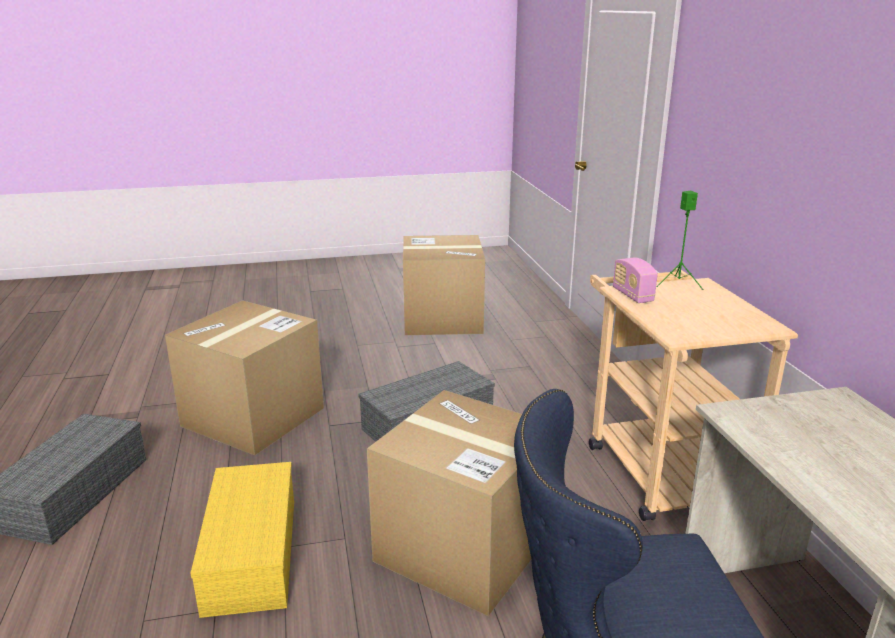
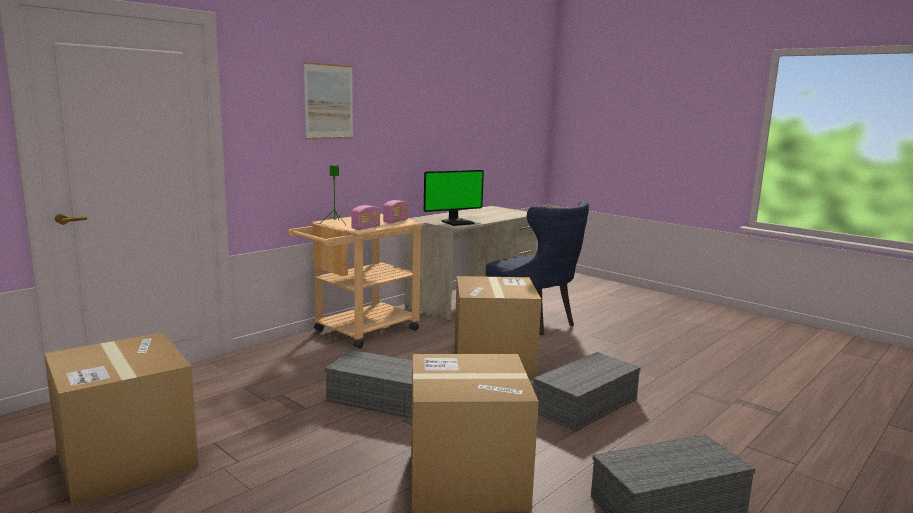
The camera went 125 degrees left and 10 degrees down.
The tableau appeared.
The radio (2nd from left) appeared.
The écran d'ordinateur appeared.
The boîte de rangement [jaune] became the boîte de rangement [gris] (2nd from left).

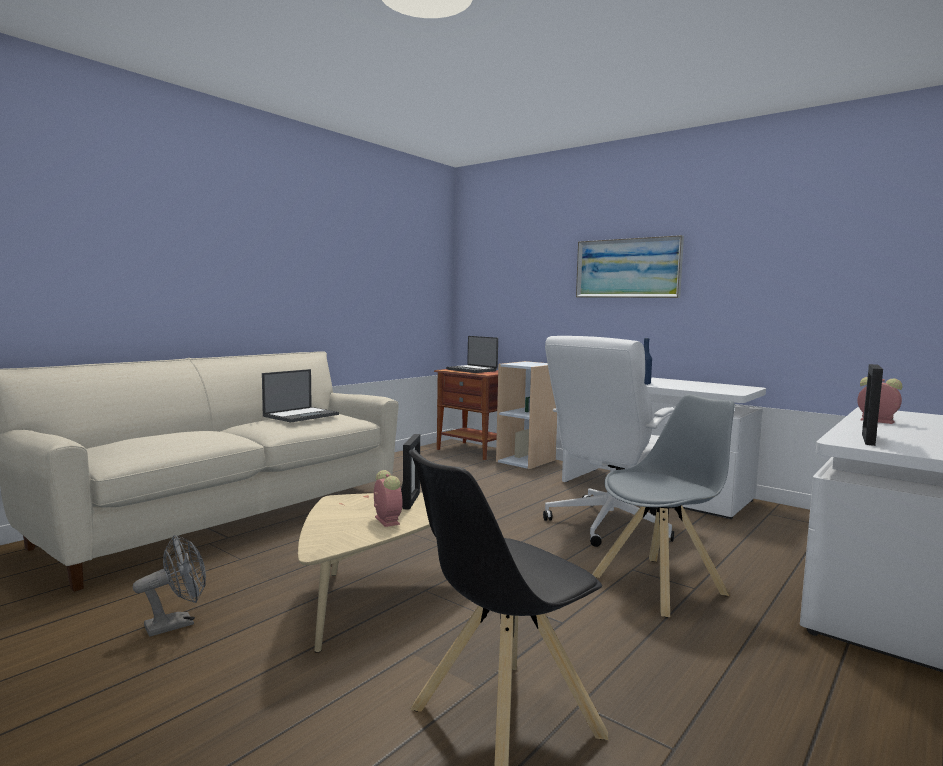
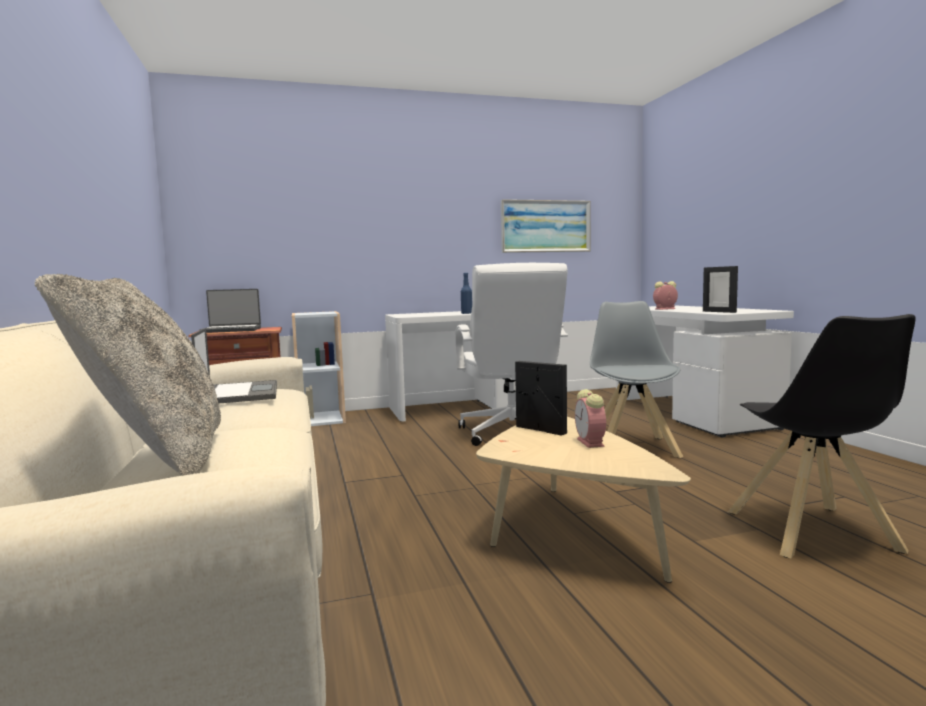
The camera went 55 degrees left and 0 degrees up.
The coussin [beige] appeared.
The tableau moved.
The réveil (1st from left) turned 105 degrees counterclockwise.
The ventilateur [gris] disappeared.

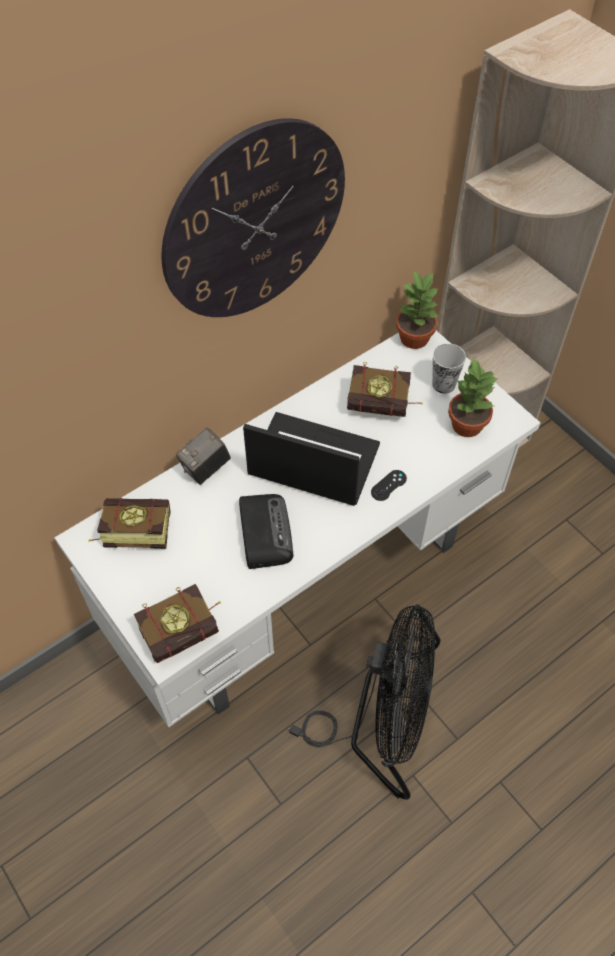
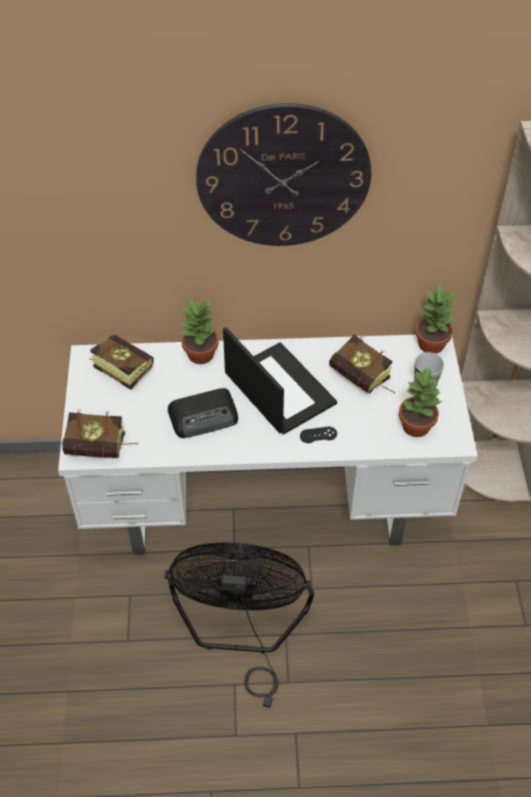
The camera went 35 degrees right and 5 degrees down.
The ventilateur [noir] turned 135 degrees counterclockwise.
The radio turned 45 degrees clockwise.
The appareil photo was replaced by the plante en pot (1st from left).

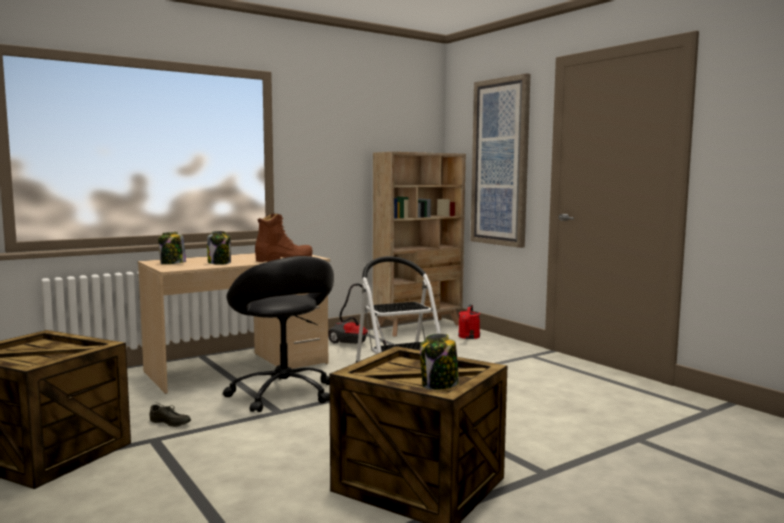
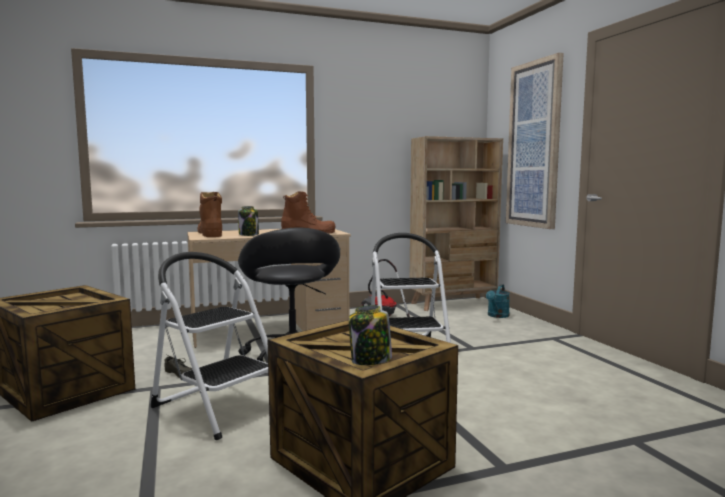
The camera went 15 degrees right and 0 degrees up.
The escabeau (1st from left) appeared.
The bocal (1st from left) was replaced by the botte [marron] (1st from left).
The arrosoir [rouge] became the arrosoir [turquoise].

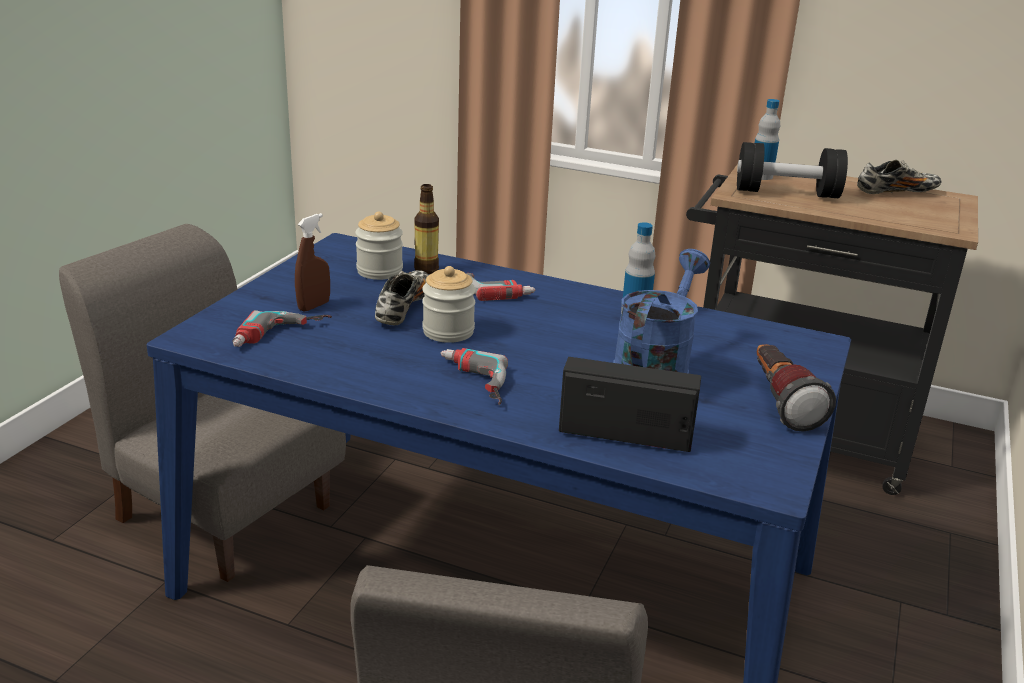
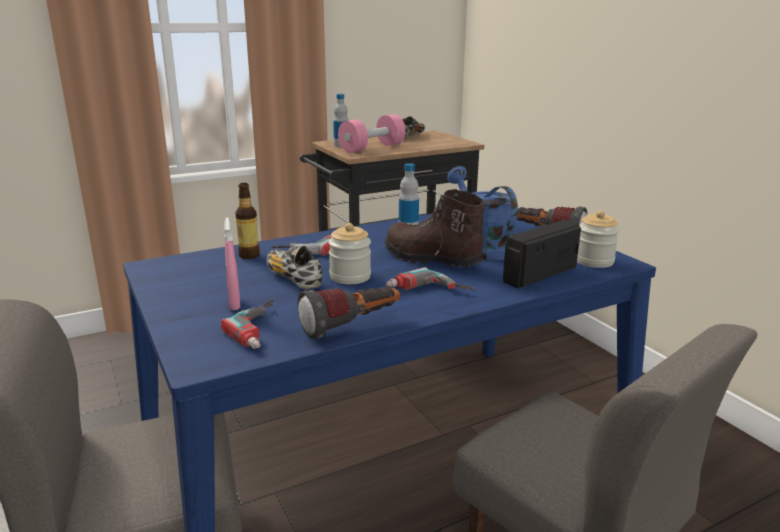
The camera went 50 degrees left and 5 degrees down.
The vaporisateur [marron] became the vaporisateur [rose].
The lampe de poche (1st from left) appeared.
The haltère [noir] became the haltère [rose].
The botte [marron] appeared.
The bocal (1st from left in the first image) moved.

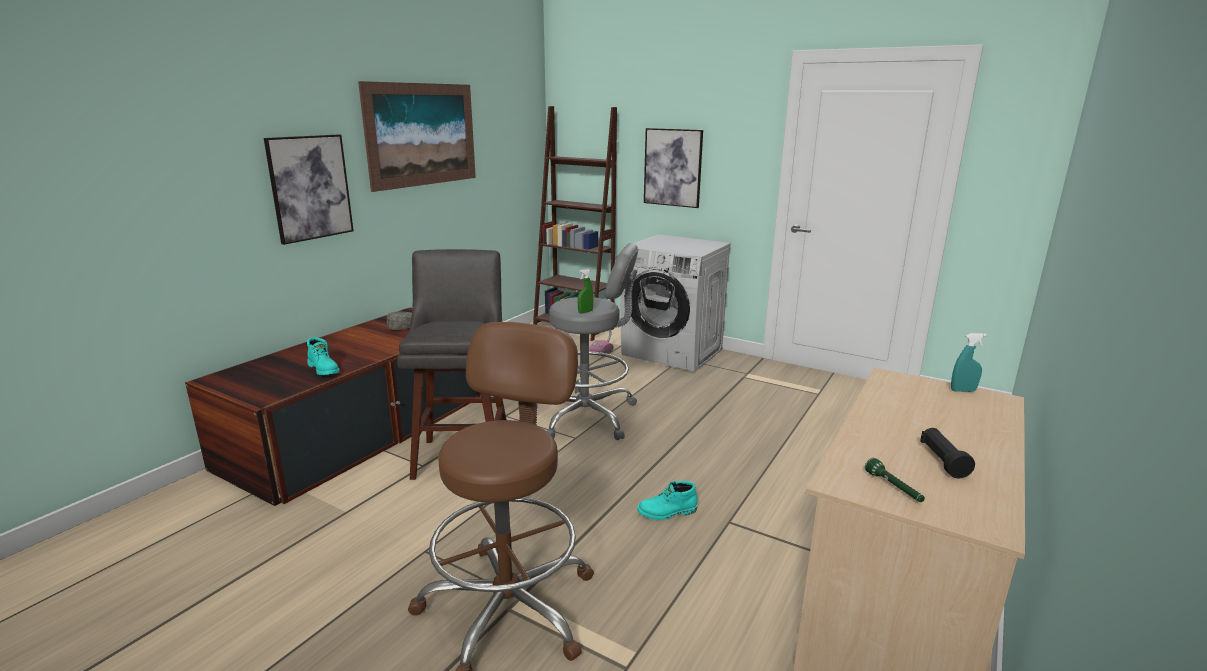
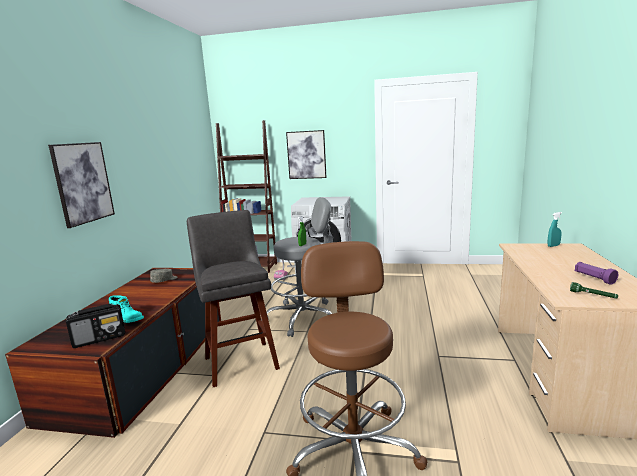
The camera went 20 degrees left and 5 degrees down.
The radio appeared.
The lampe de poche [noir] became the lampe de poche [violet].
The tableau (2nd from left) disappeared.
The botte [turquoise] (2nd from left) disappeared.

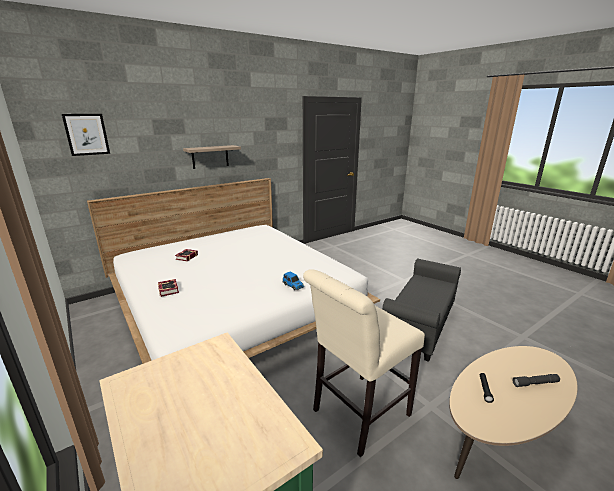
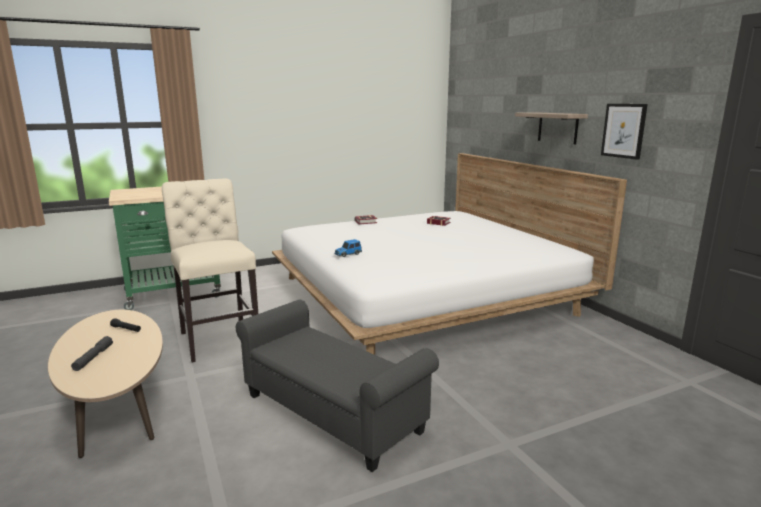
The camera went 100 degrees right and 5 degrees down.
The tableau moved.

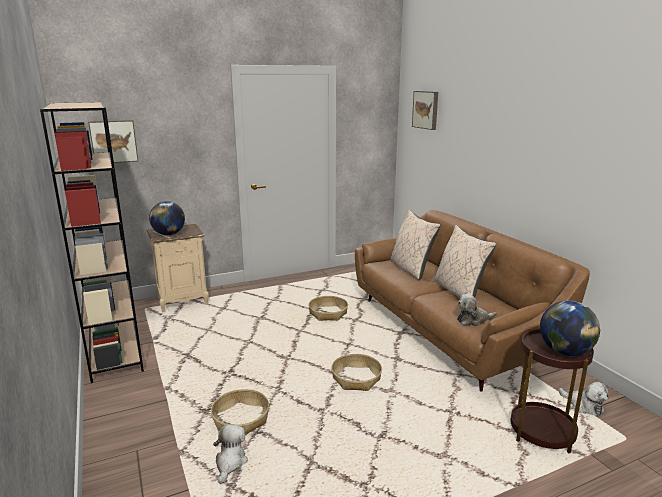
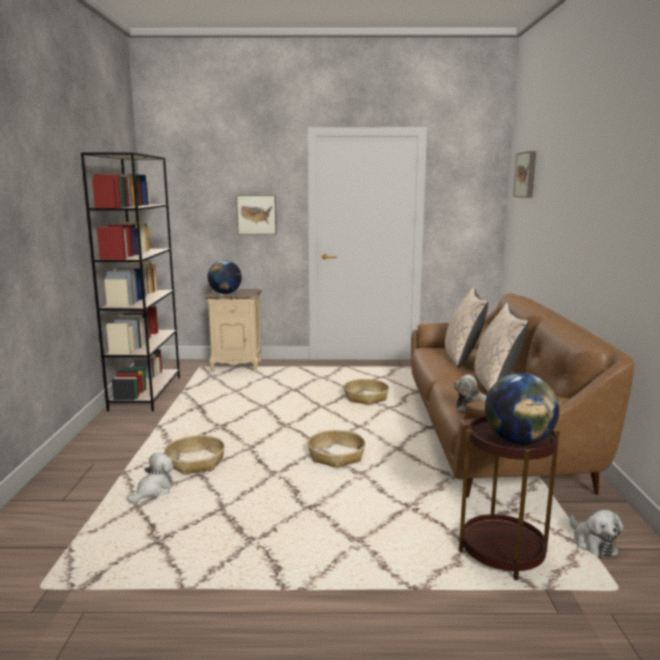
The camera went 25 degrees right and 5 degrees down.
The tableau (1st from left) moved.

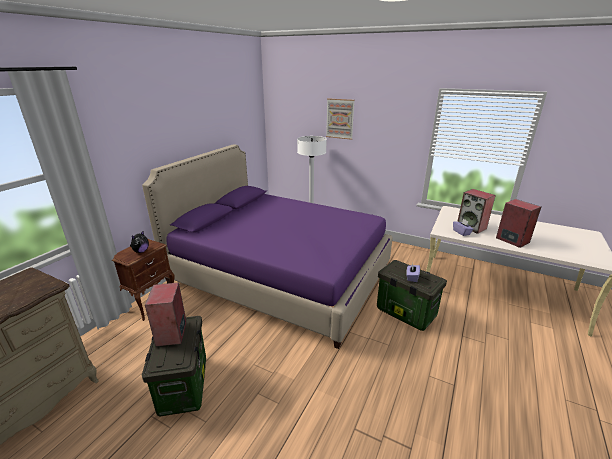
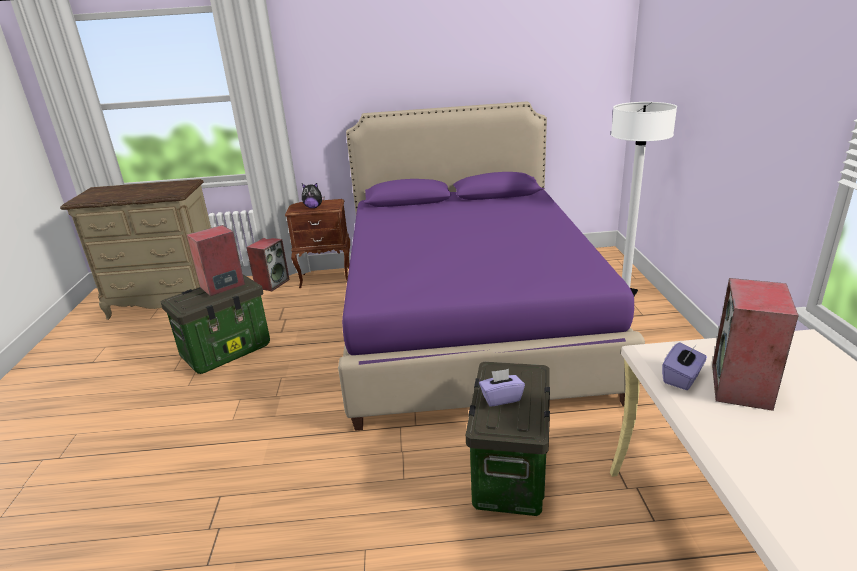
The camera went 60 degrees right and 0 degrees up.
The enceinte (3rd from left in the first image) moved.
The tableau disappeared.

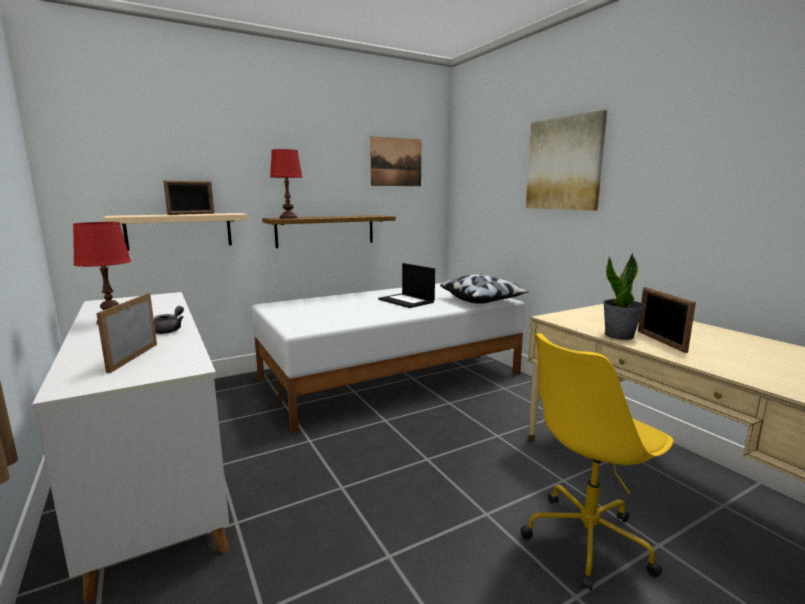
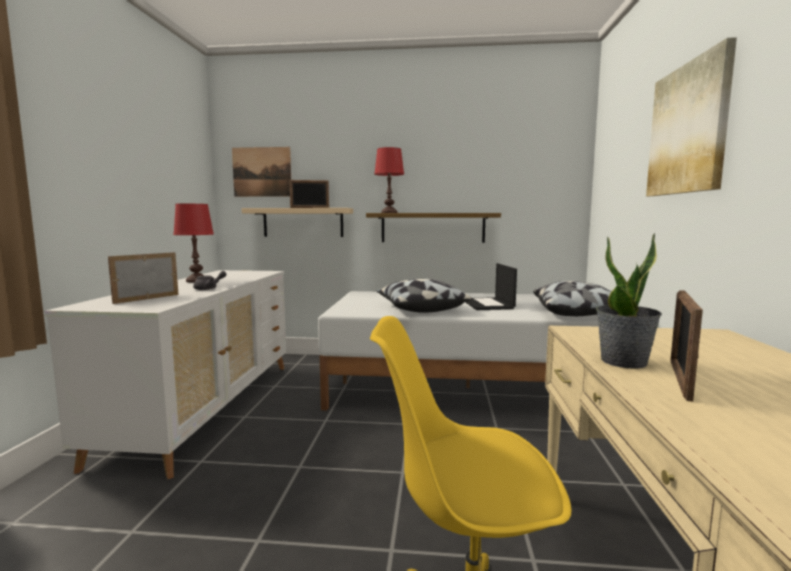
The camera went 35 degrees right and 5 degrees down.
The tableau (1st from left) moved.
The coussin (1st from left) appeared.

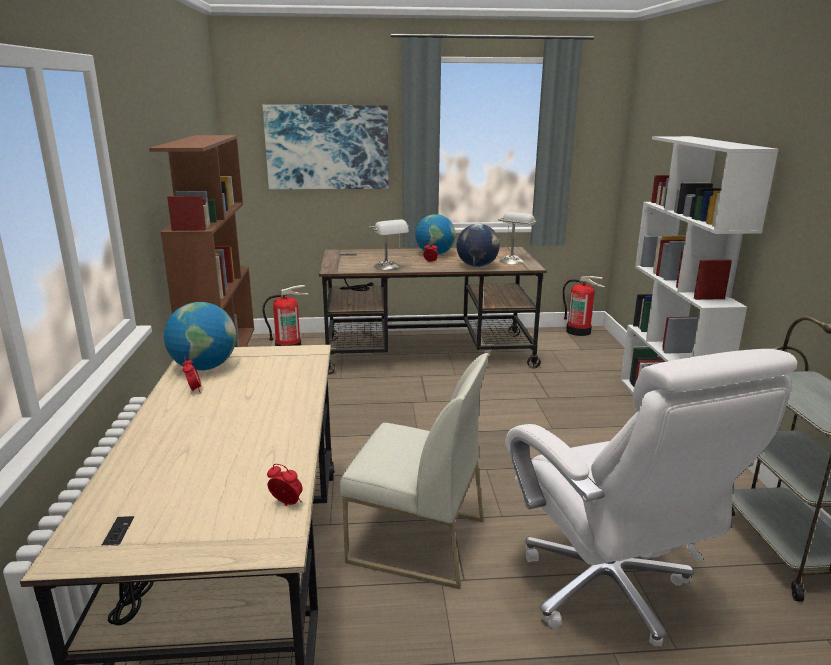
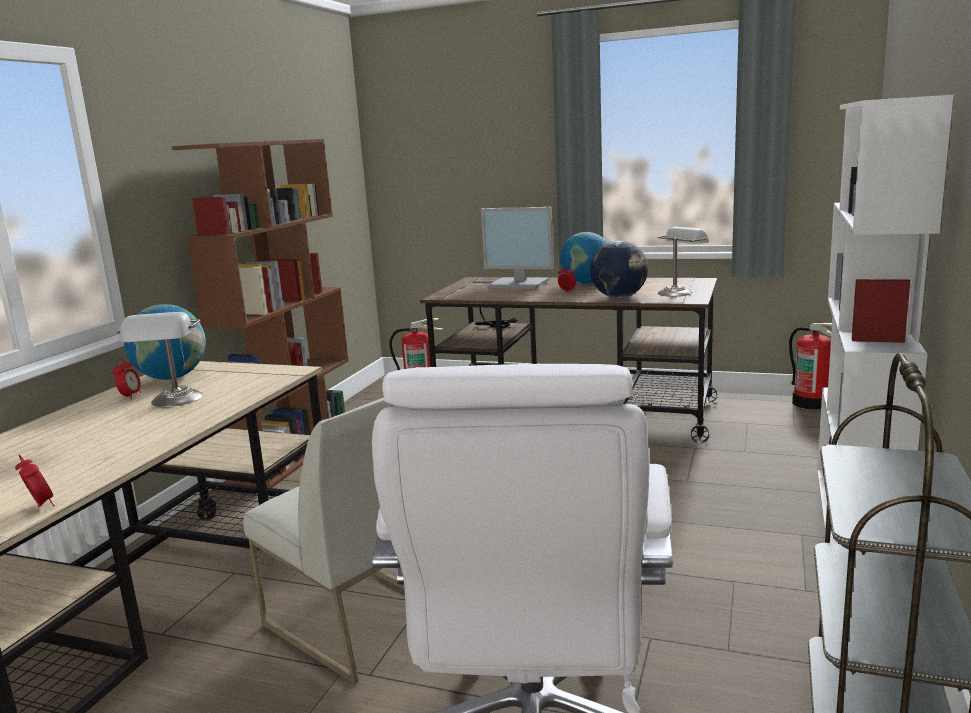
The camera went 25 degrees right and 5 degrees down.
The lampe de table [blanc] (1st from left) moved.
The écran d'ordinateur appeared.
The tableau disappeared.

